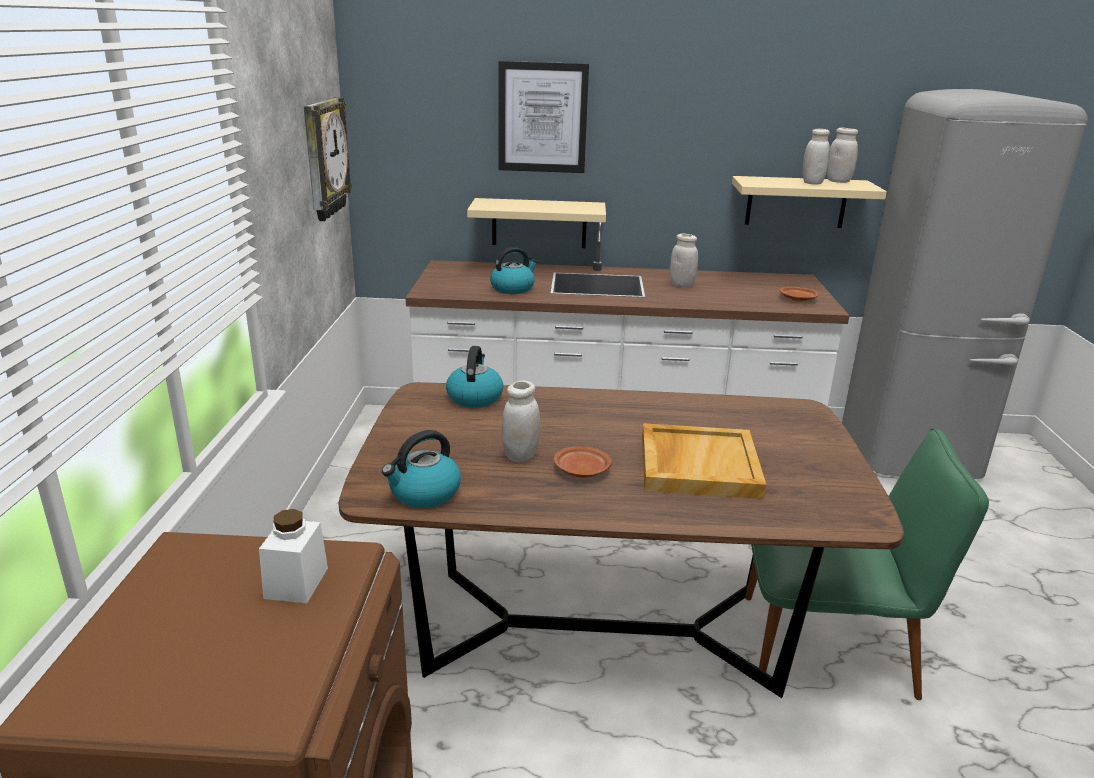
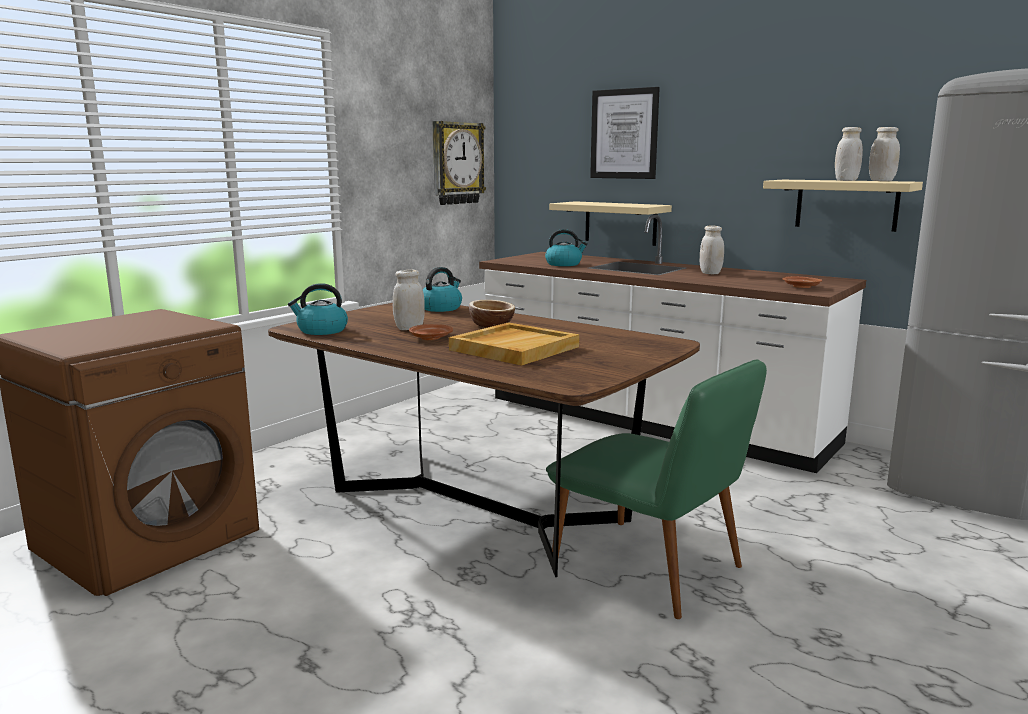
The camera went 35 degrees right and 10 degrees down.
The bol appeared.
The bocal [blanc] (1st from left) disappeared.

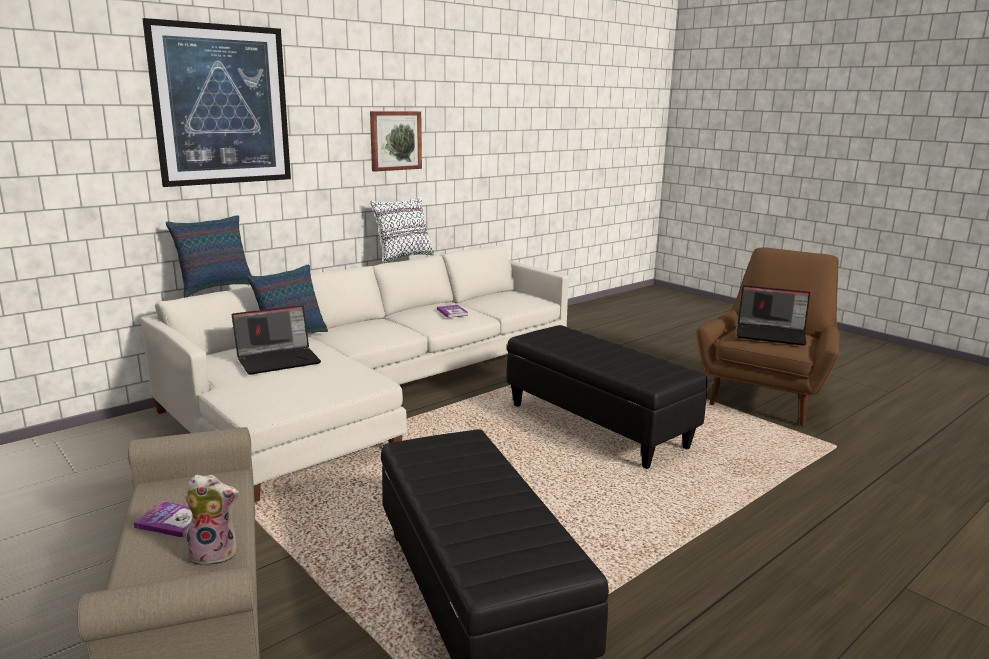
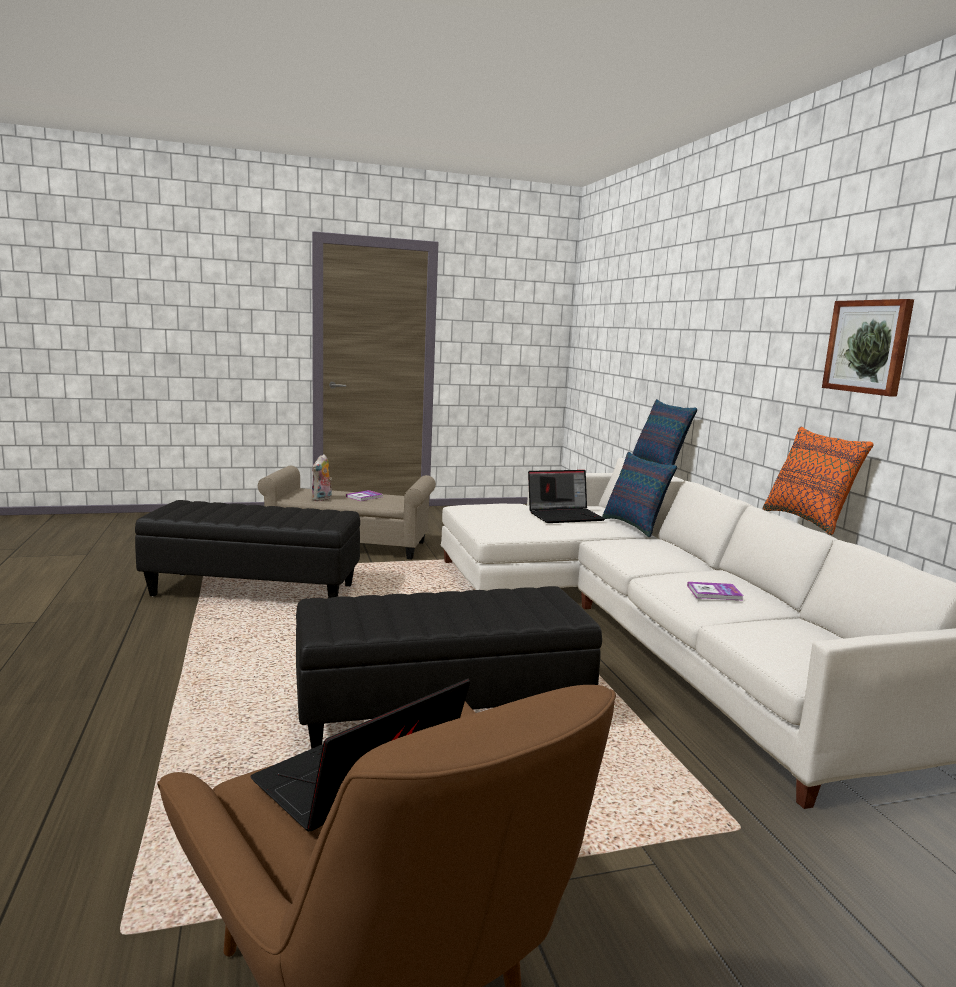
The camera went 115 degrees right and 5 degrees down.
The ordinateur portable (1st from left in the first image) turned 105 degrees counterclockwise.
The coussin [blanc] became the coussin [orange].
The tableau (1st from left) disappeared.

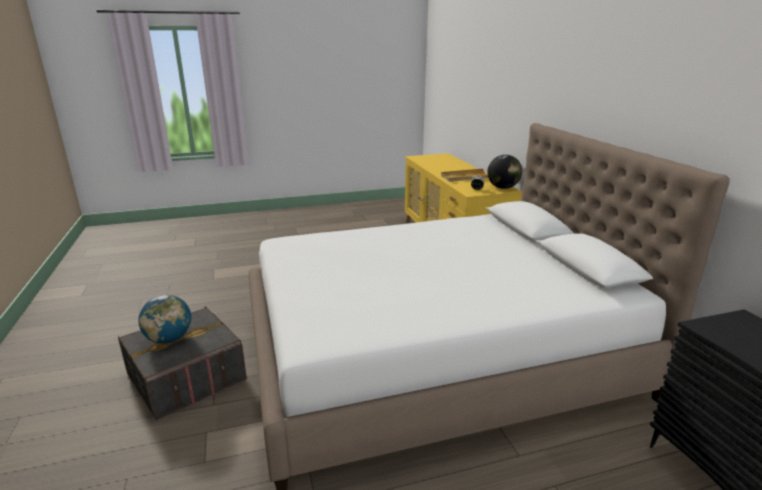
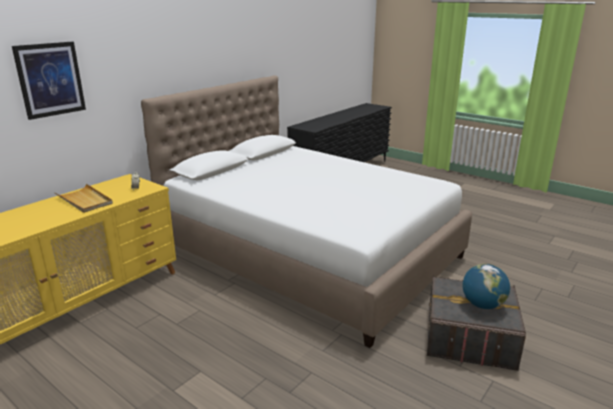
The camera went 125 degrees left and 0 degrees up.
The tableau appeared.
The globe (2nd from left) disappeared.

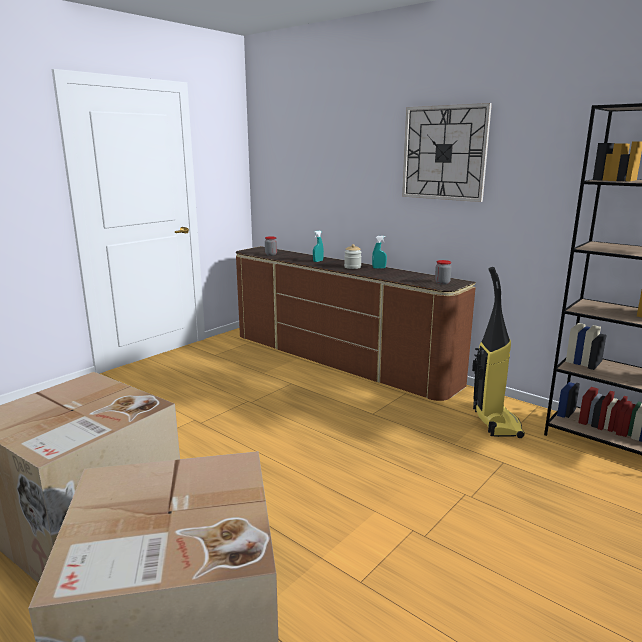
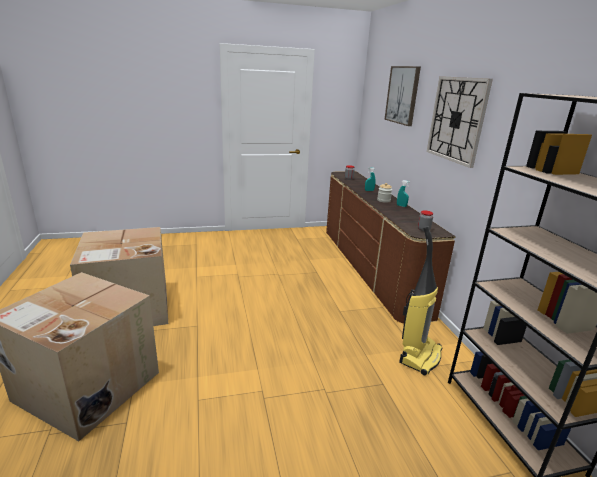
The camera went 35 degrees right and 5 degrees up.
The tableau appeared.

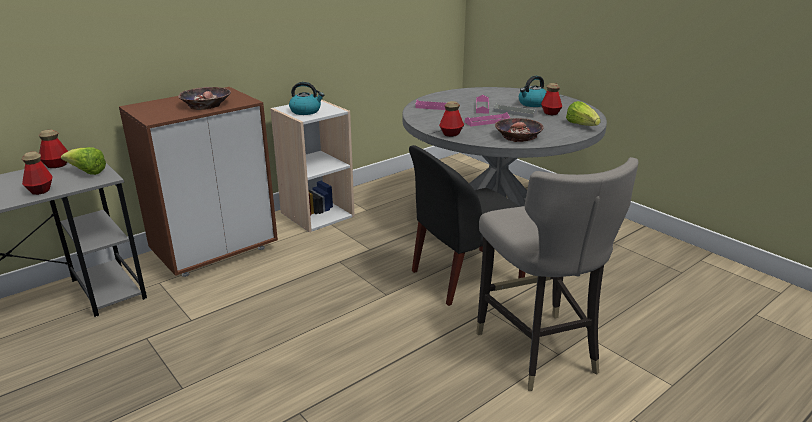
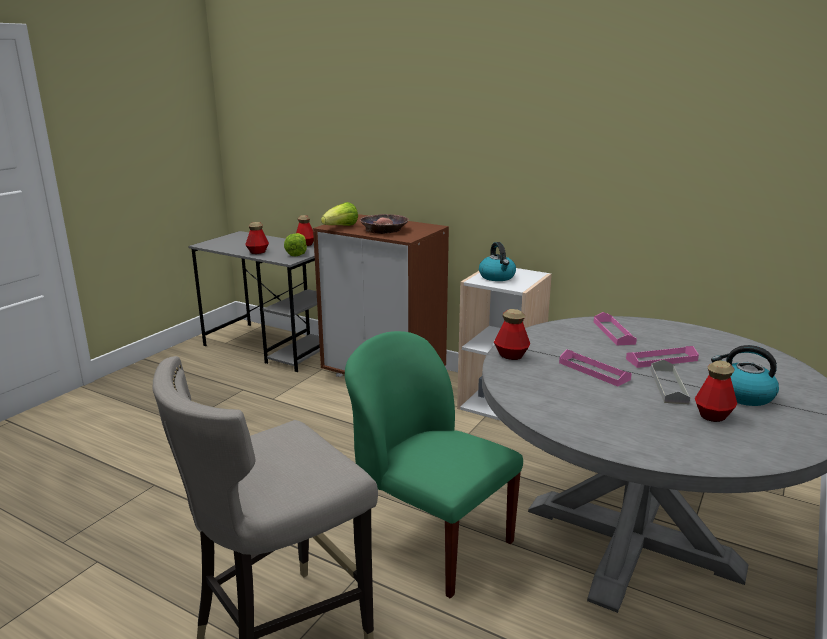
The camera went 70 degrees right and 5 degrees down.
The laitue (2nd from left) moved.
The chaise [noir] became the chaise [vert].
The bol (2nd from left) disappeared.

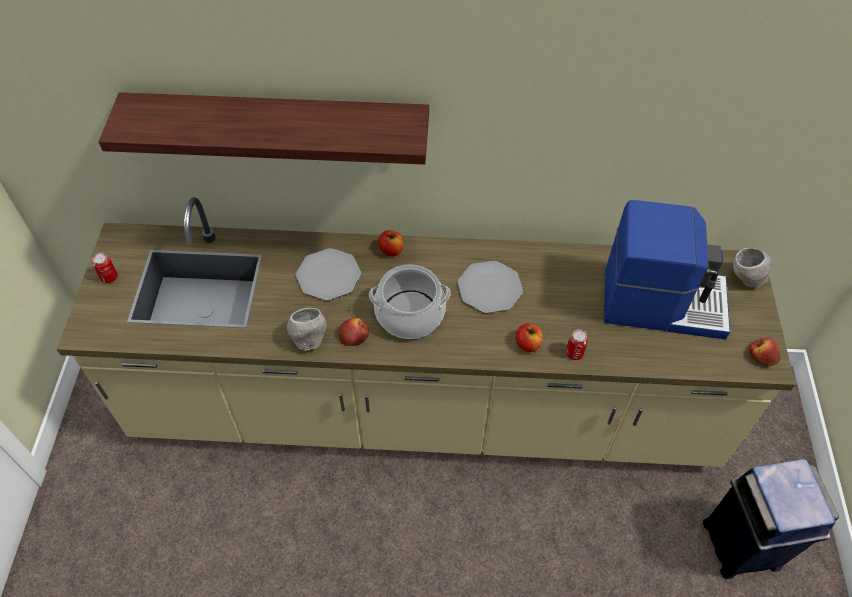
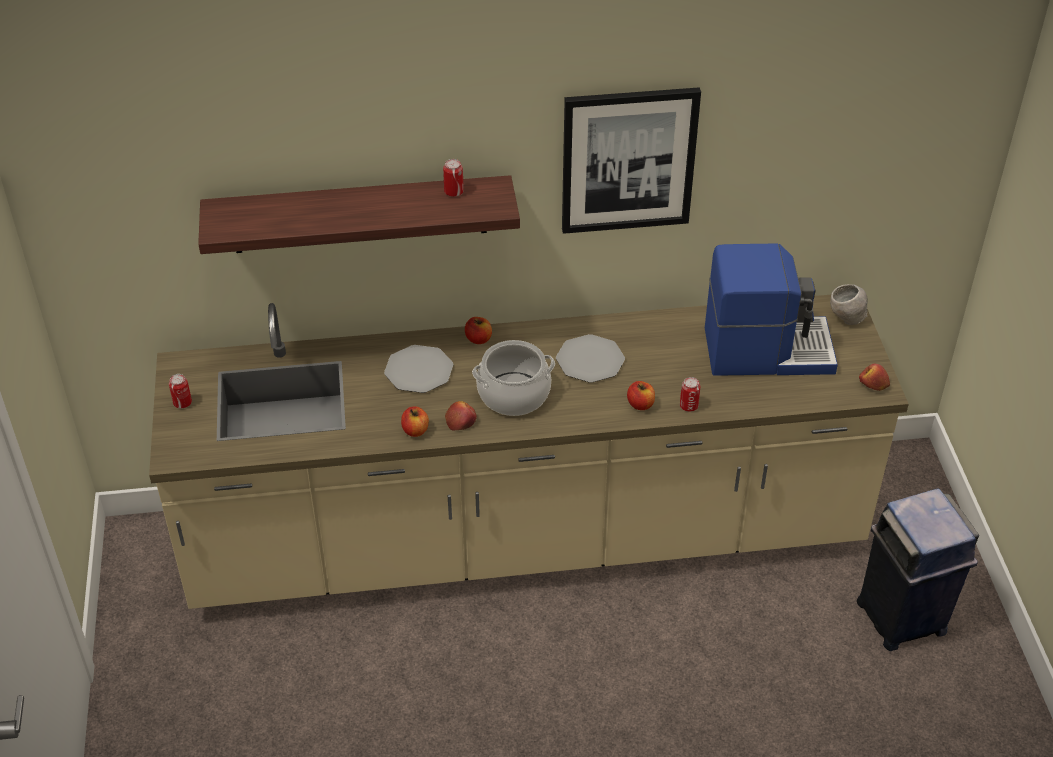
The camera went 10 degrees left and 10 degrees down.
The bol [gris] (1st from left) was replaced by the pomme (1st from left).
The boîte métallique (2nd from left) appeared.
The tableau appeared.

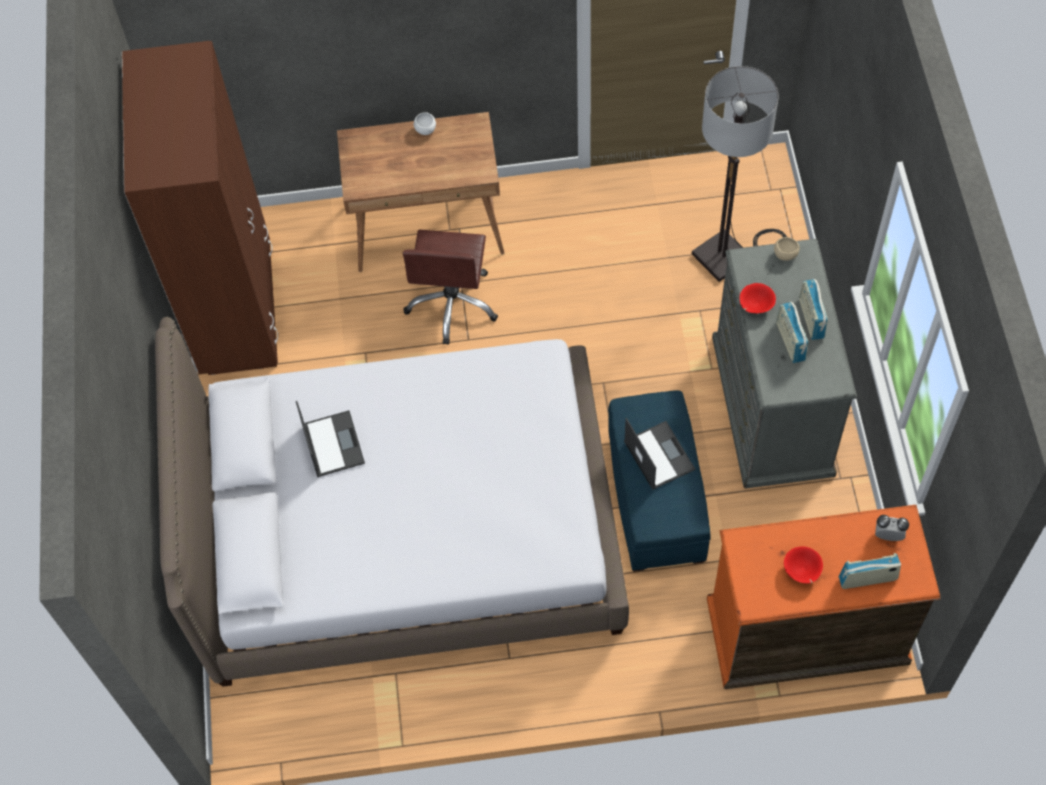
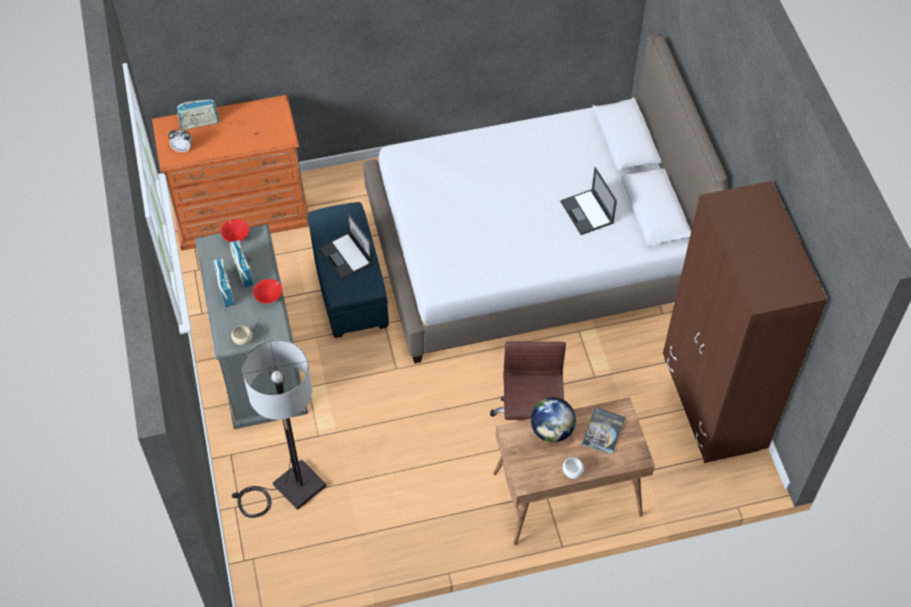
The camera went 170 degrees right and 5 degrees down.
The bol [rouge] (2nd from left in the first image) moved.
The globe appeared.
The livre appeared.

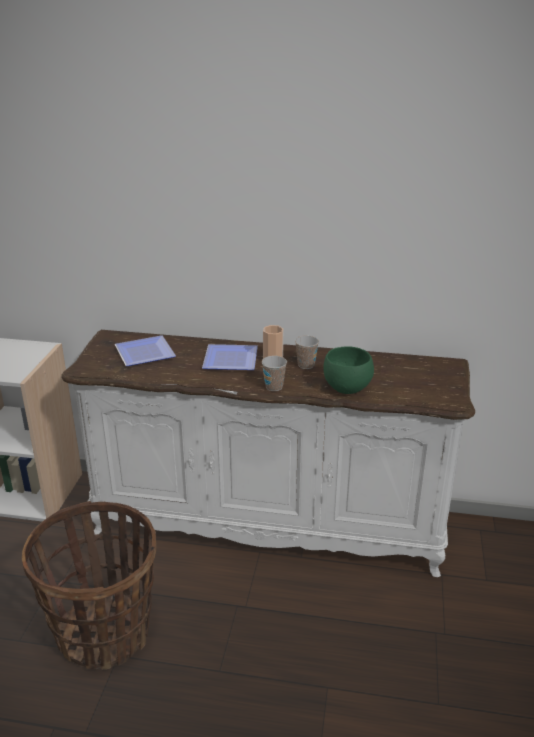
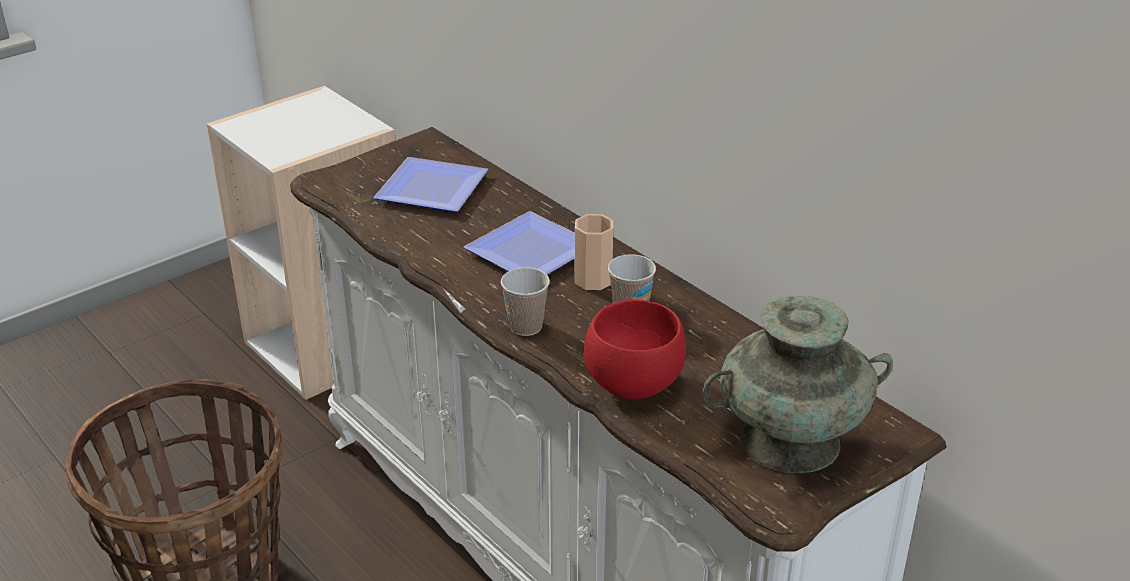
The camera went 40 degrees right and 5 degrees up.
The bol [vert] became the bol [rouge].
The vase [turquoise] appeared.

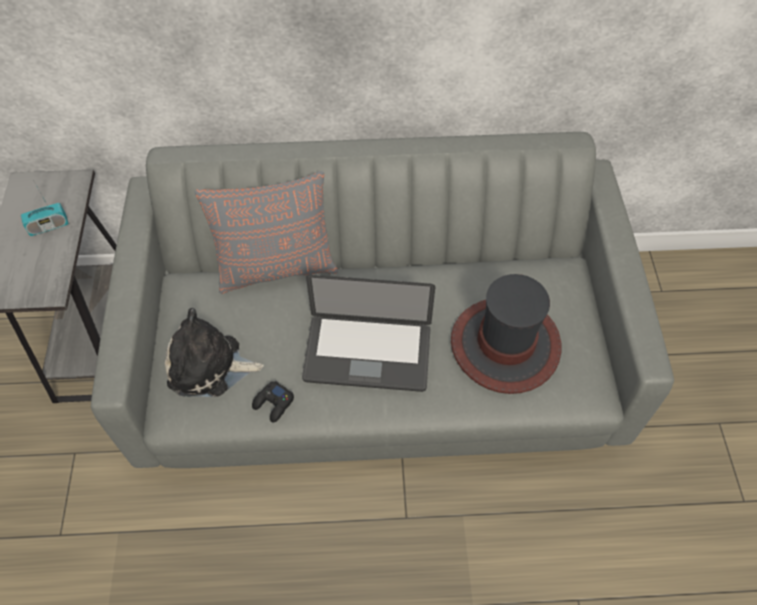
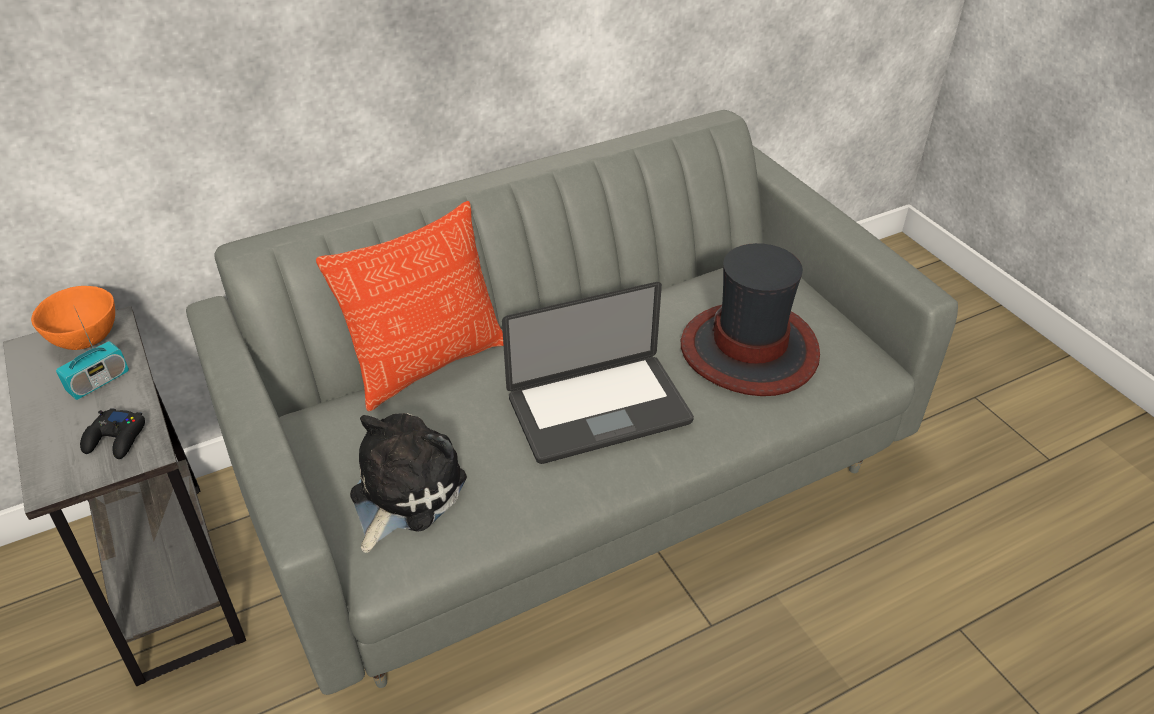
The camera went 25 degrees left and 15 degrees down.
The bol [orange] appeared.
The manette [noir] moved.
The coussin [gris] became the coussin [orange].
The peluche turned 135 degrees clockwise.

